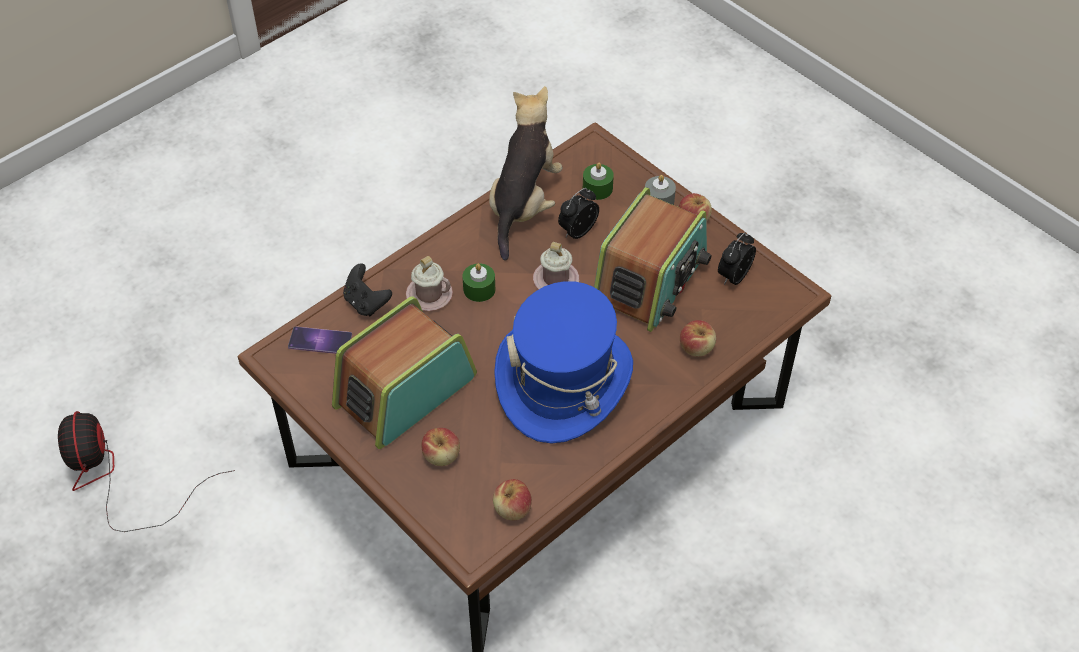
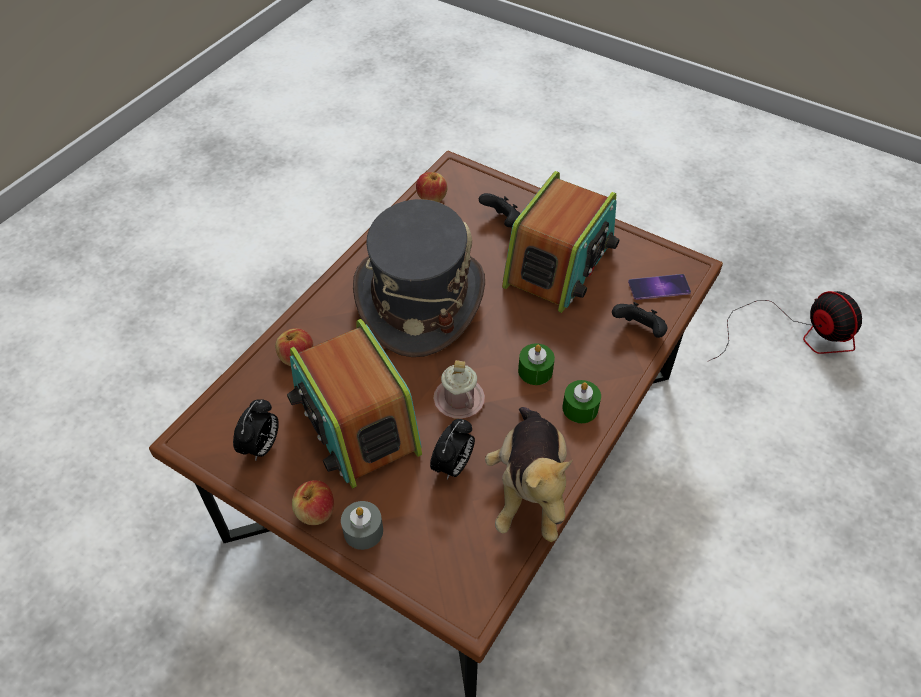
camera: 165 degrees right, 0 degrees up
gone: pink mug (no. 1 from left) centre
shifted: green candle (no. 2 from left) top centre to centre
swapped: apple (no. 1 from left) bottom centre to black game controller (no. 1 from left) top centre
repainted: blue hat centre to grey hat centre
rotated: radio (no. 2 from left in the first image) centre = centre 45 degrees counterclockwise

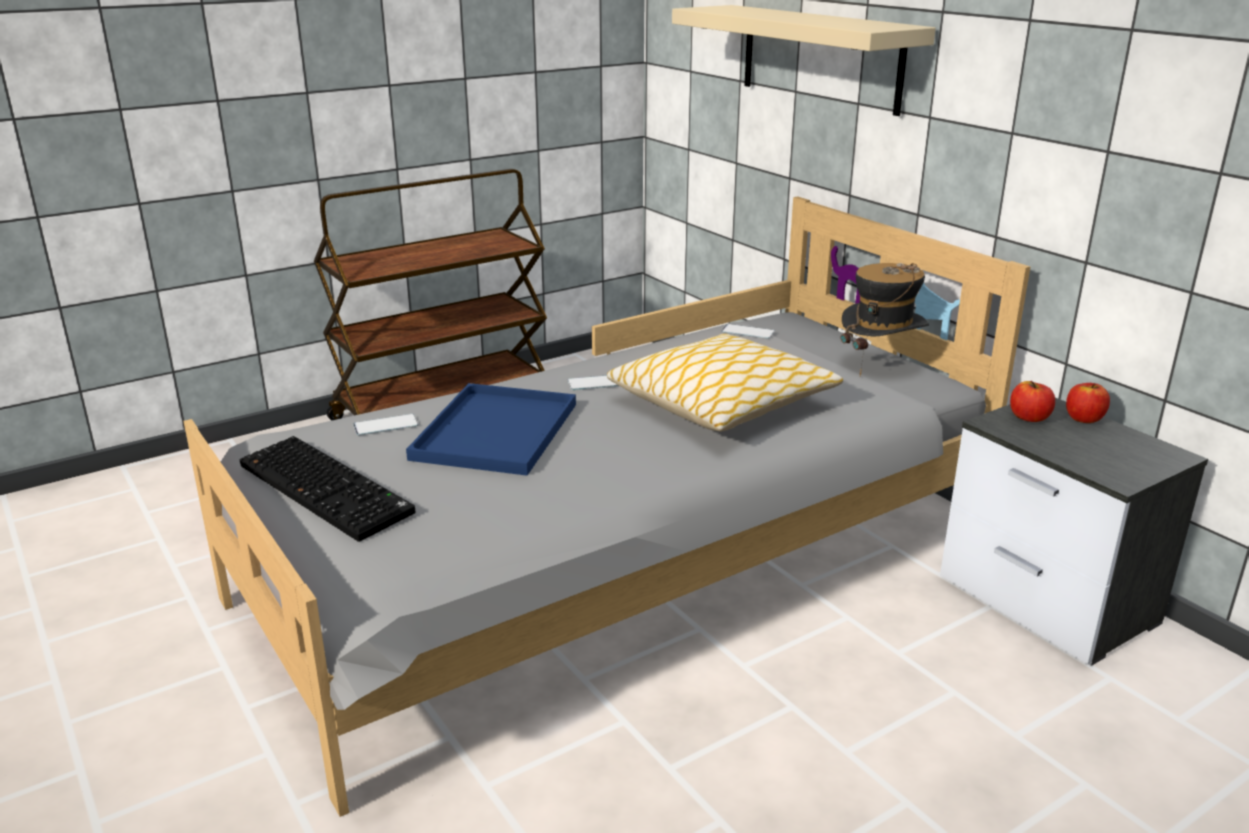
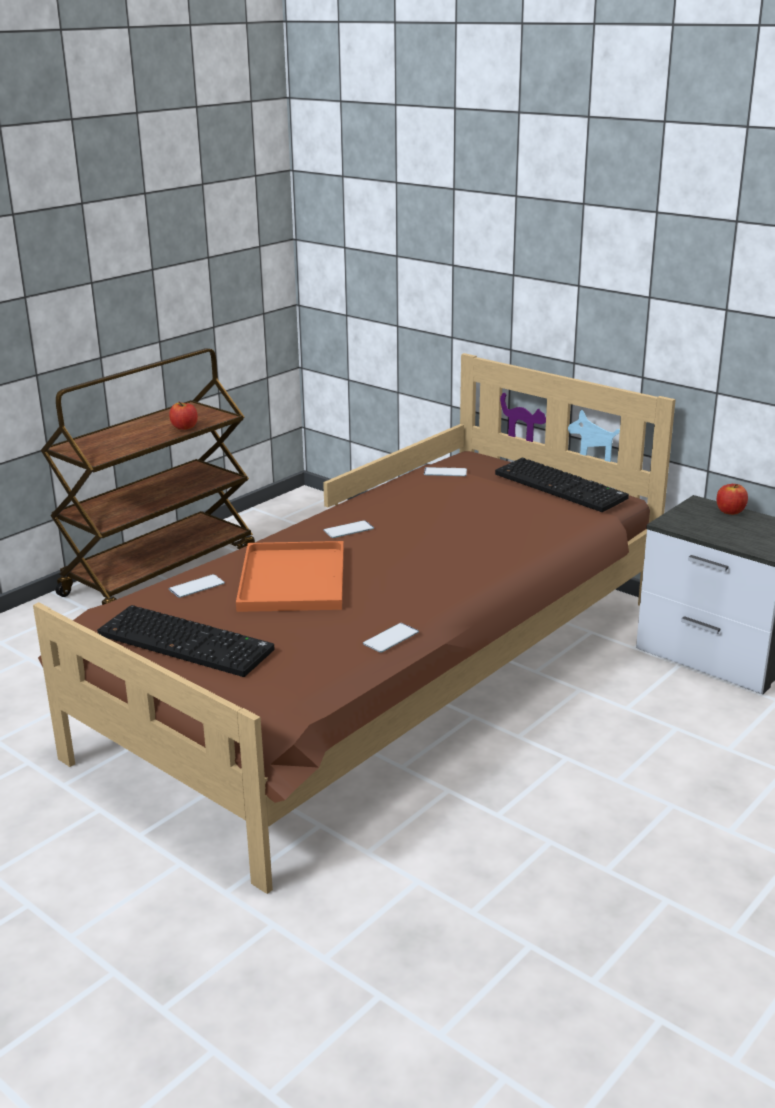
camera: 15 degrees left, 0 degrees up
gone: pillow centre; beige shelf top centre
new: phone (no. 3 from left) centre
shifted: apple (no. 1 from left) middle right to middle left
swapped: hat middle right to keyboard (no. 2 from left) middle right
repainted: grey bed centre to brown bed centre; blue tray centre to orange tray centre

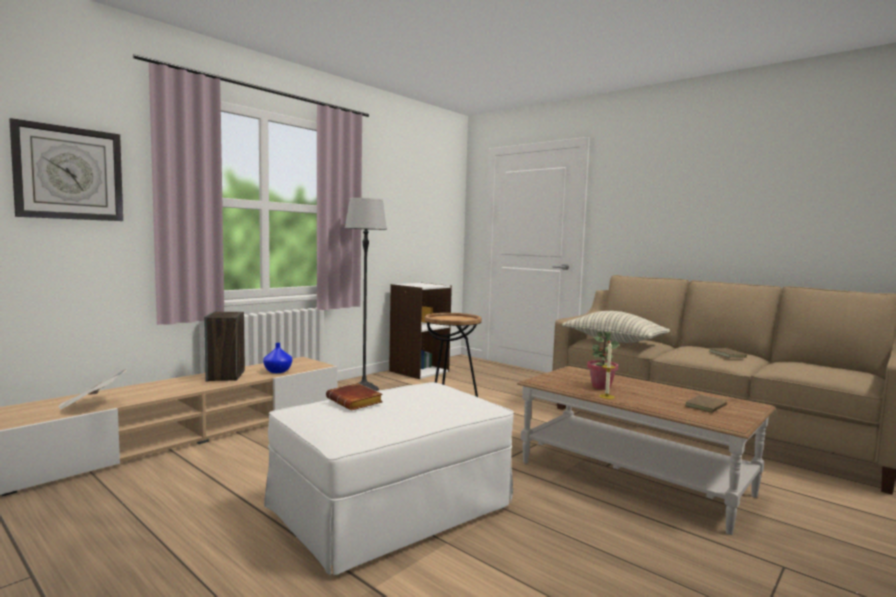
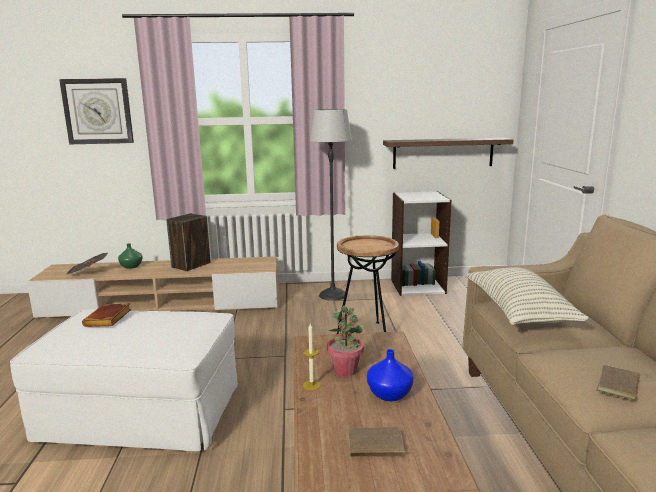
camera: 45 degrees right, 10 degrees up
new: green vase middle left; shelf top right
shifted: blue vase middle left to bottom centre

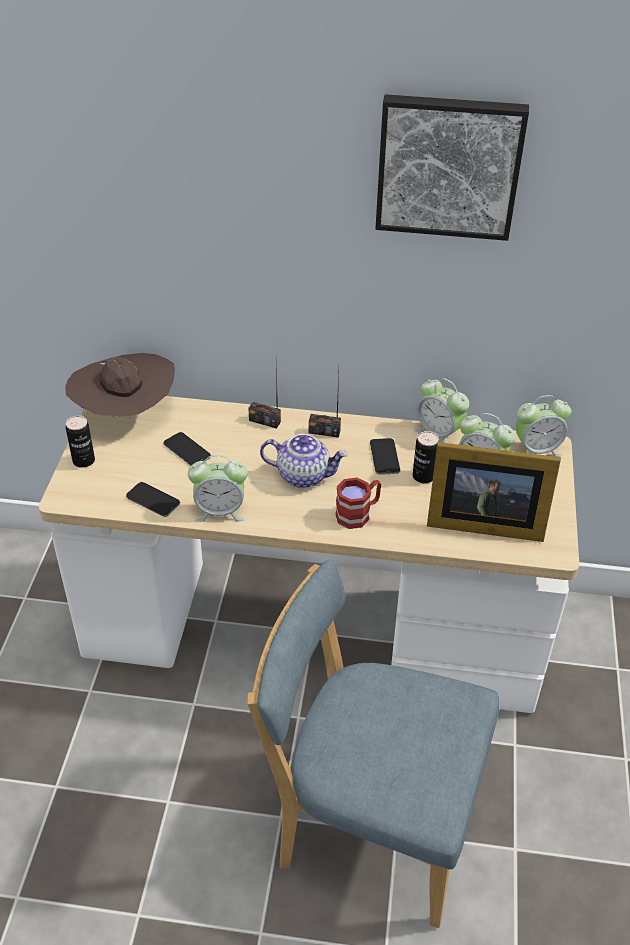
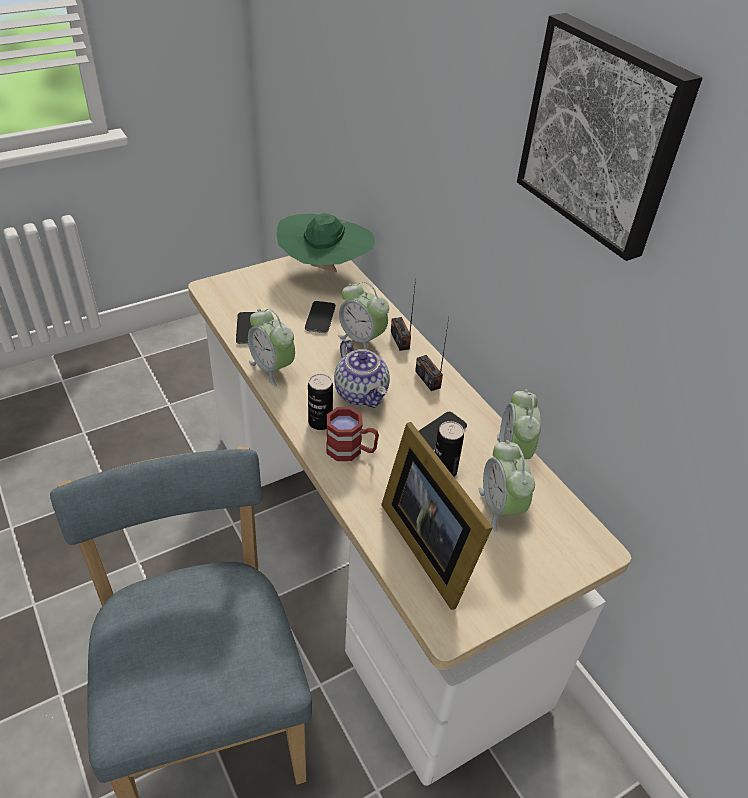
camera: 50 degrees right, 0 degrees up
shifted: can (no. 1 from left) middle left to centre; alarm clock (no. 4 from left in the first image) middle right to alarm clock (no. 2 from left) centre
repainted: brown hat middle left to green hat top centre

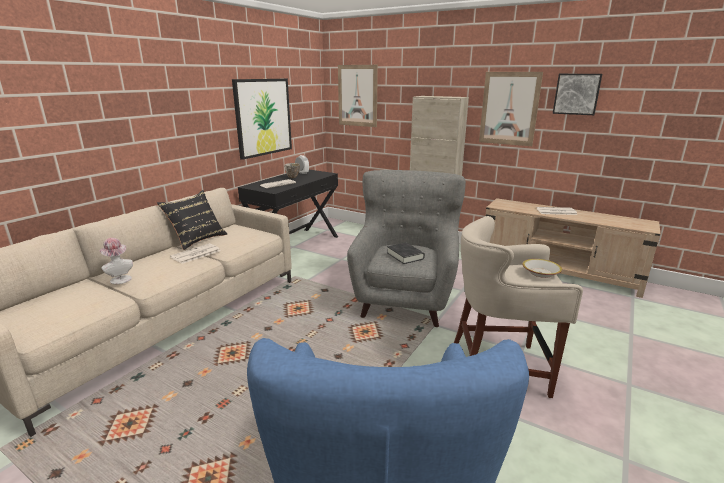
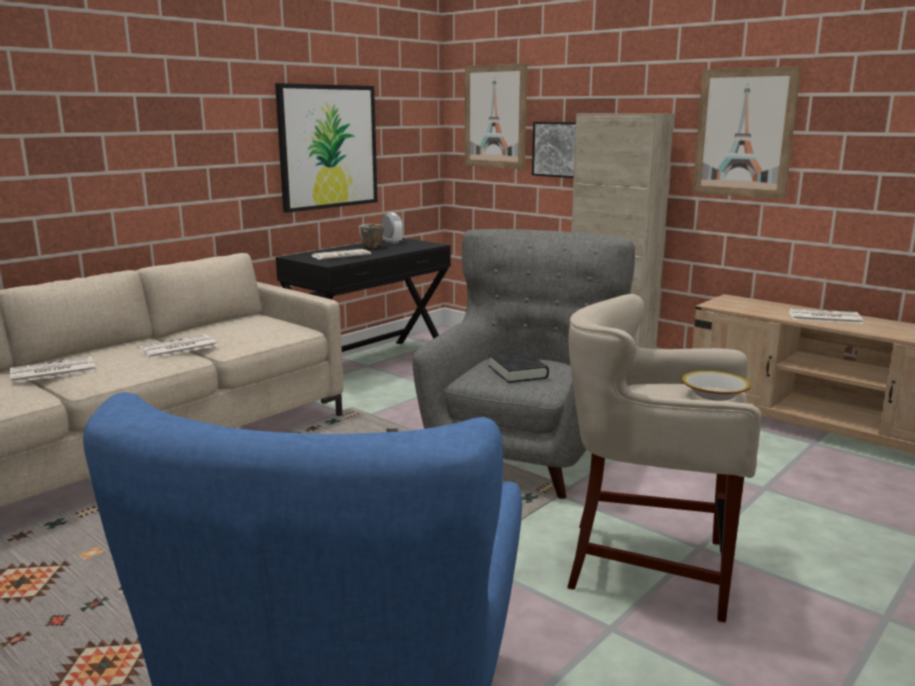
camera: 10 degrees right, 5 degrees down
gone: black pillow middle left
shifted: picture (no. 4 from left in the first image) top right to picture (no. 3 from left) top centre
swapped: hat middle left to newspaper (no. 1 from left) middle left

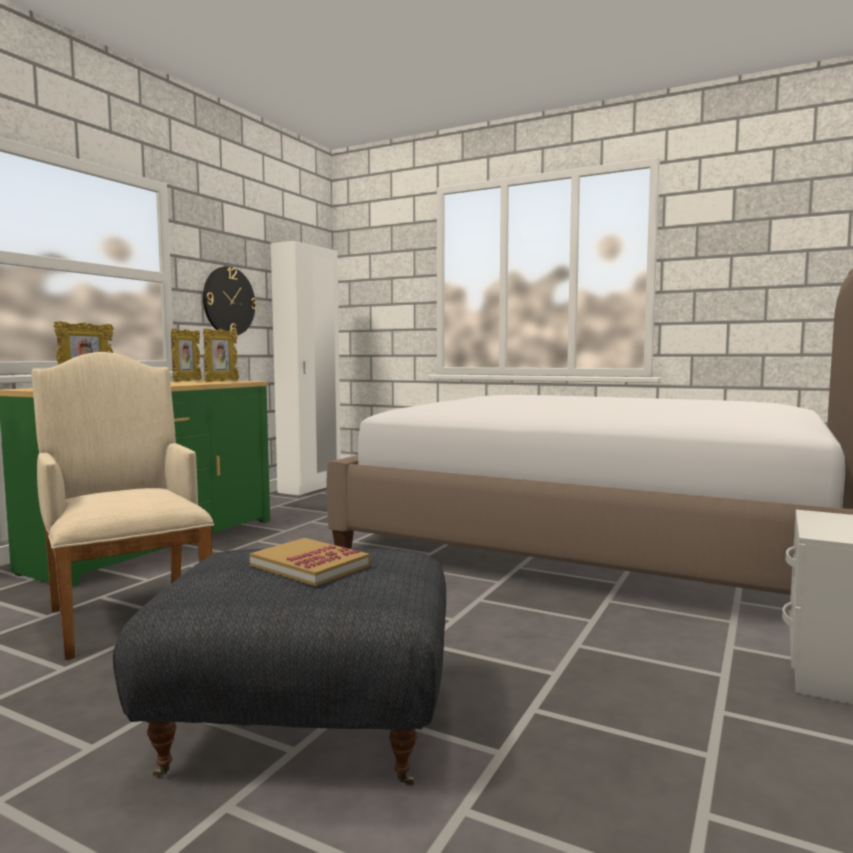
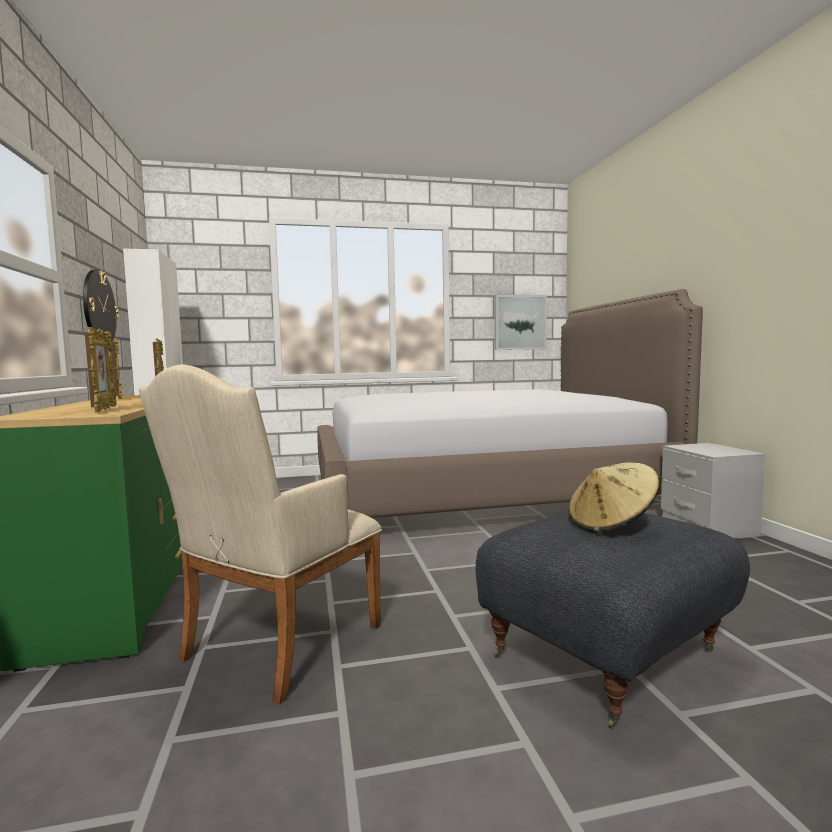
camera: 40 degrees left, 0 degrees up
new: picture centre
swapped: book centre to beige hat middle right
rotated: beige armchair middle left = middle left 75 degrees counterclockwise

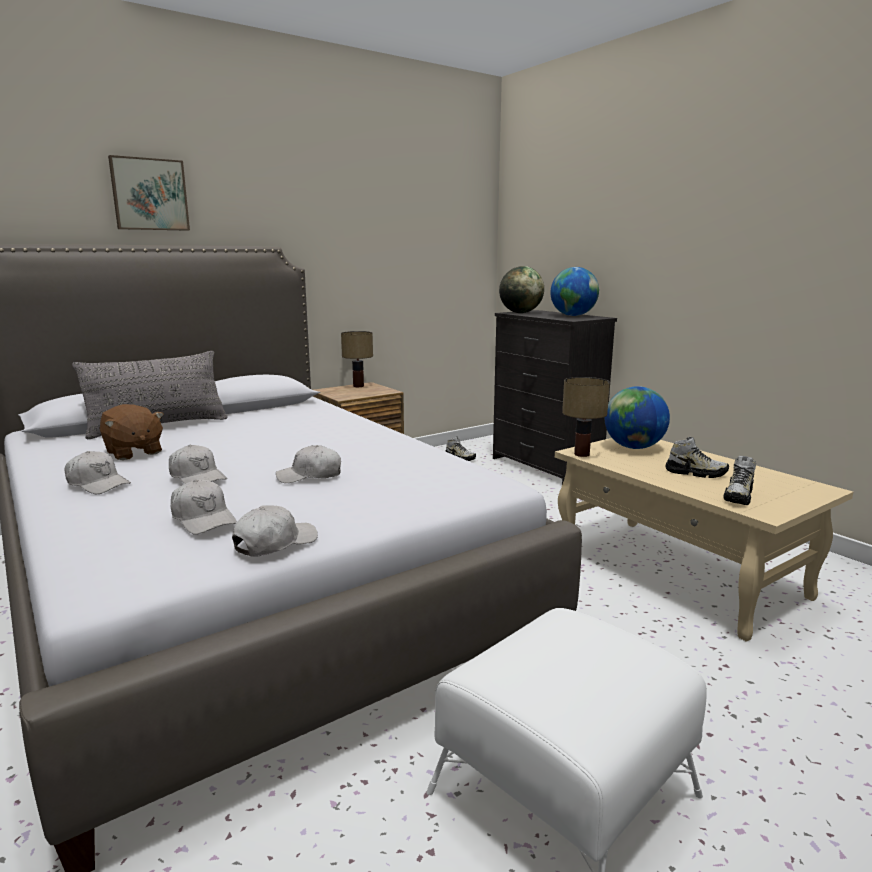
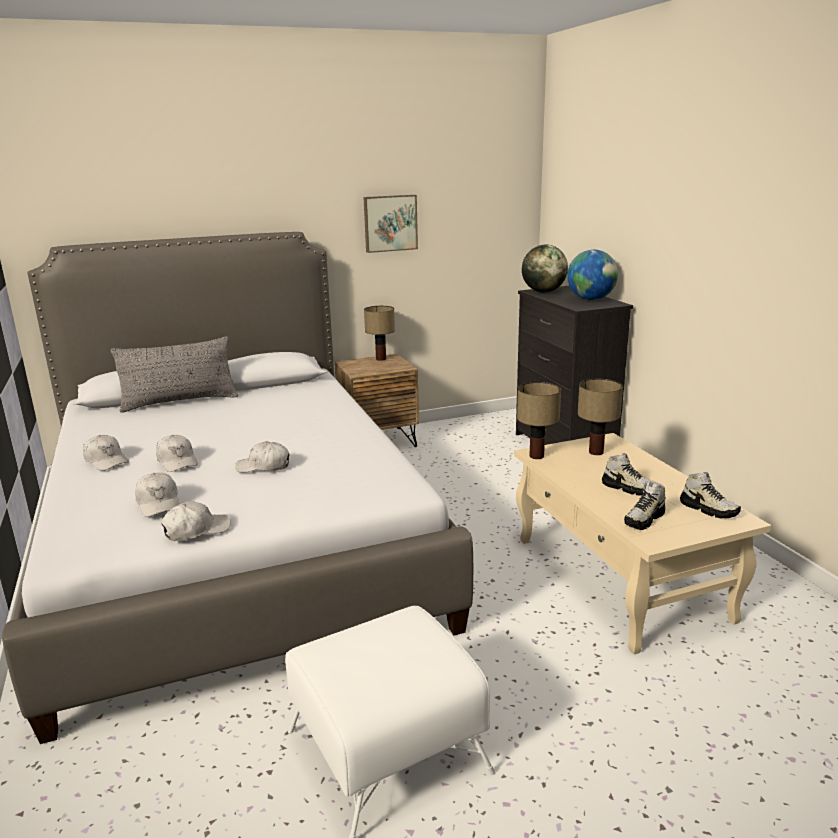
camera: 15 degrees right, 5 degrees up
gone: brown plush toy middle left
shifted: picture top left to top centre; shoe (no. 1 from left in the first image) centre to shoe (no. 3 from left) middle right
swapped: globe (no. 3 from left) middle right to table lamp (no. 3 from left) middle right

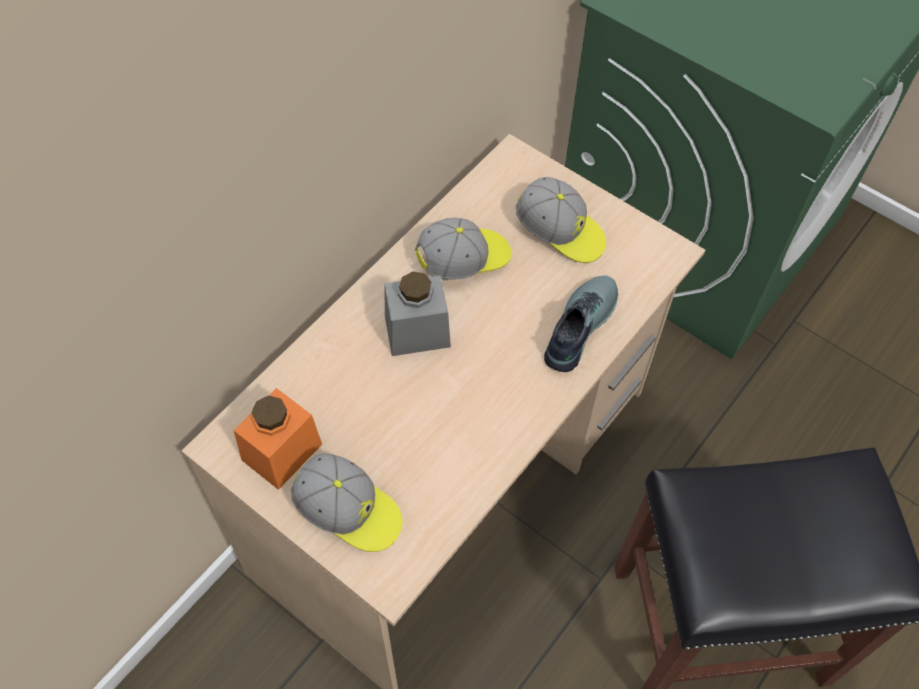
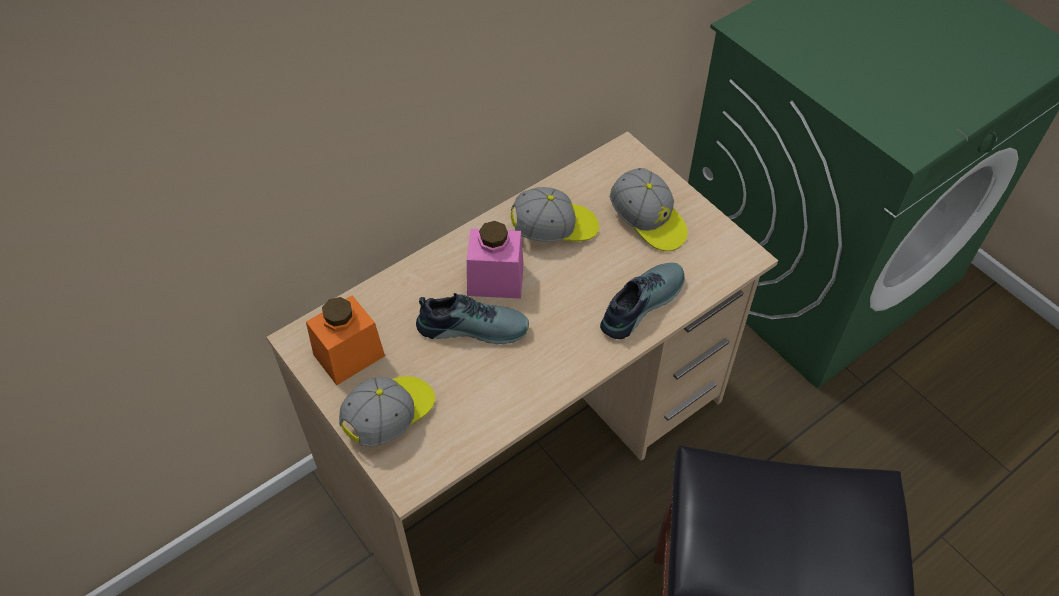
camera: 15 degrees right, 5 degrees down
new: shoe (no. 1 from left) centre
repainted: grey jar centre to pink jar centre
rotated: cap (no. 1 from left) bottom centre = bottom centre 90 degrees counterclockwise

